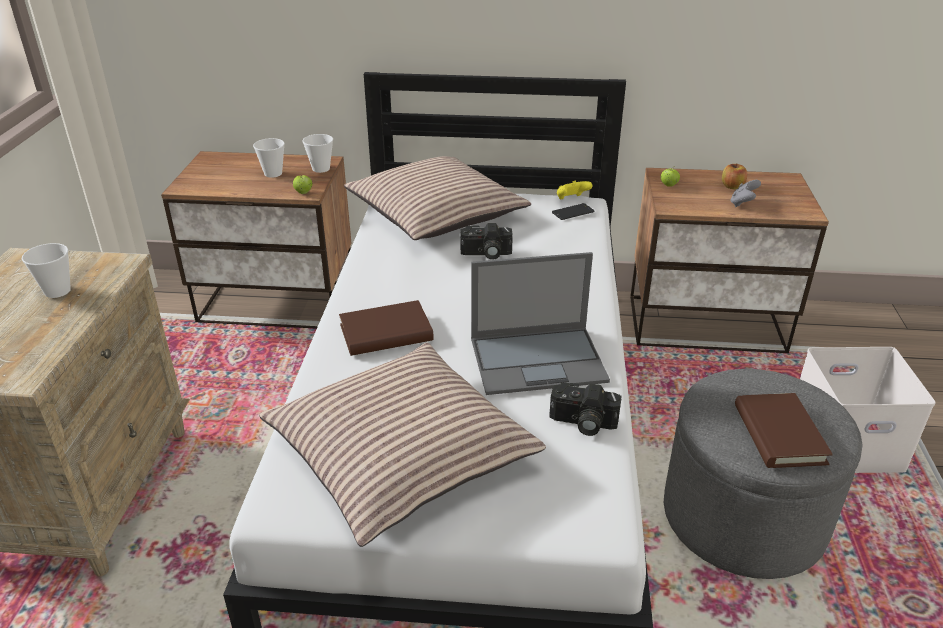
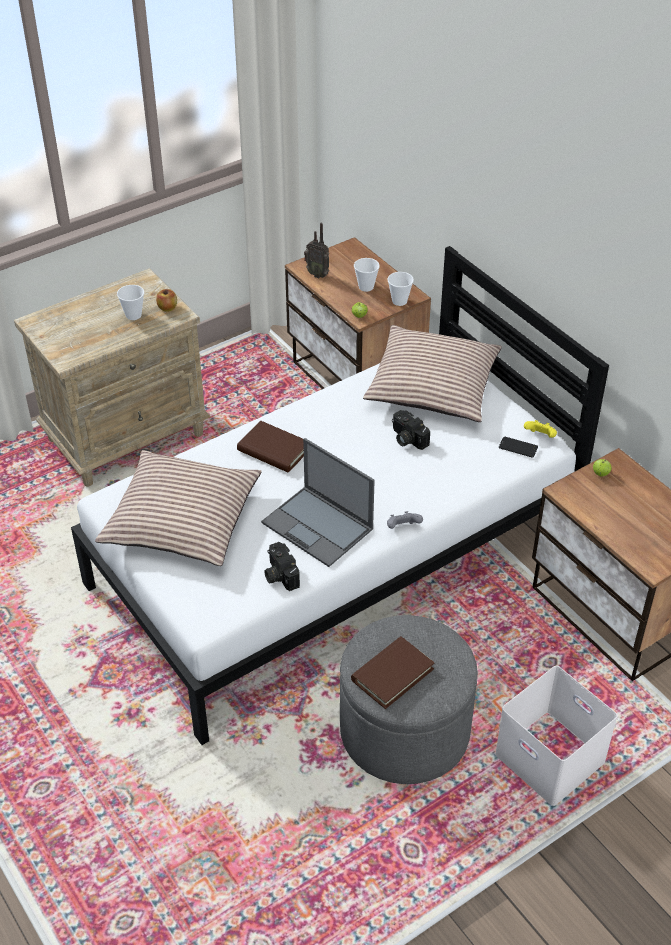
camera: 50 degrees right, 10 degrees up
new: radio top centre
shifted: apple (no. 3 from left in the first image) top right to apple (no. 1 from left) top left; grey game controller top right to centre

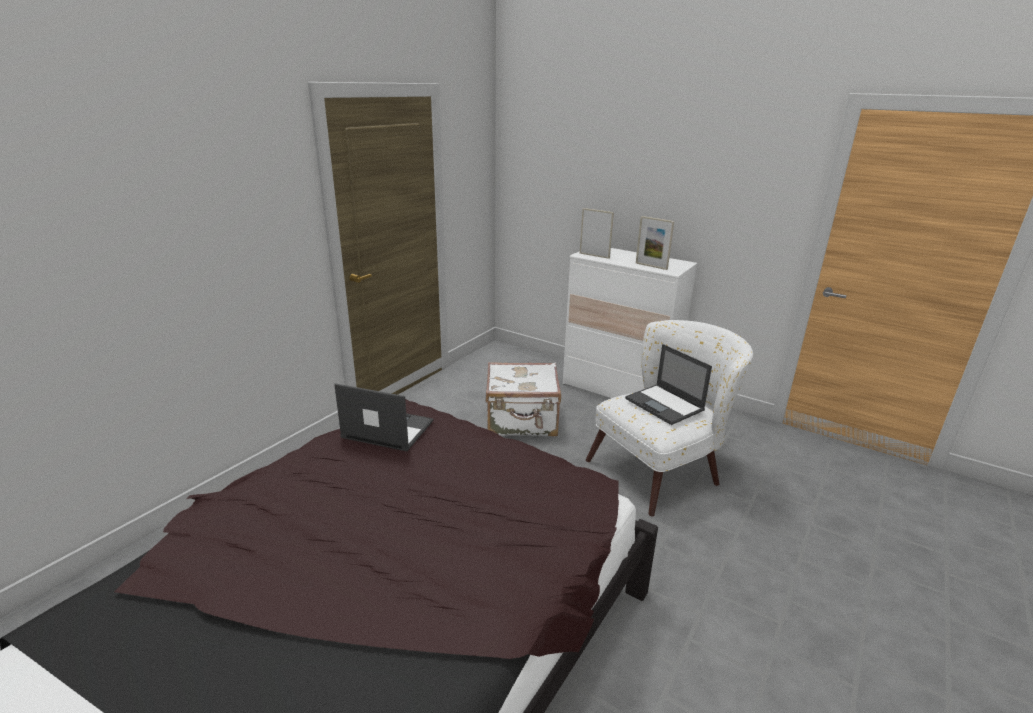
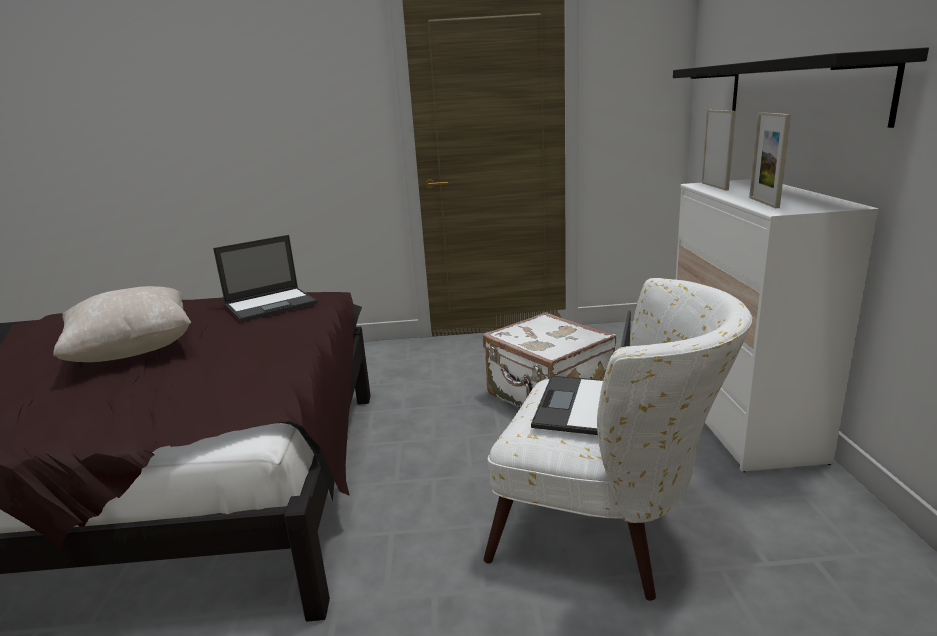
camera: 55 degrees right, 5 degrees down
new: beige pillow middle left; black shelf top right
rotated: laptop (no. 1 from left) centre = middle left 75 degrees clockwise

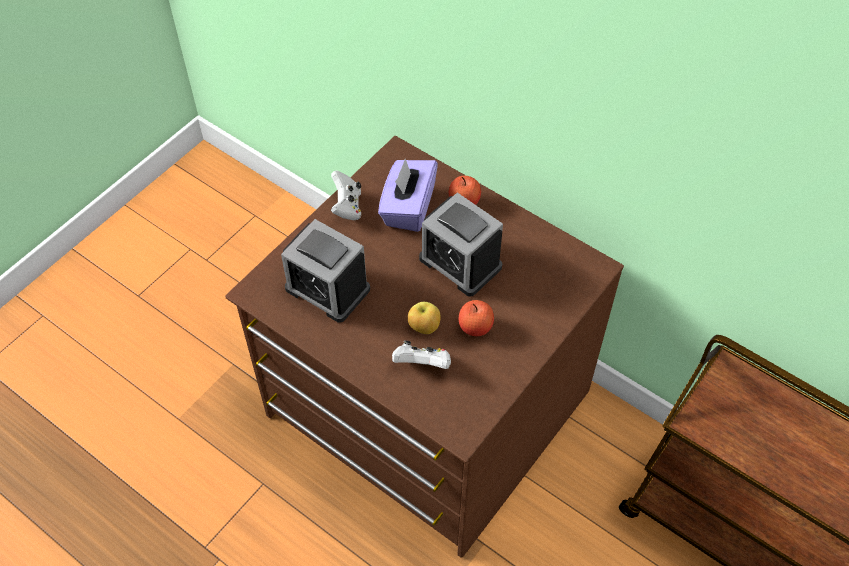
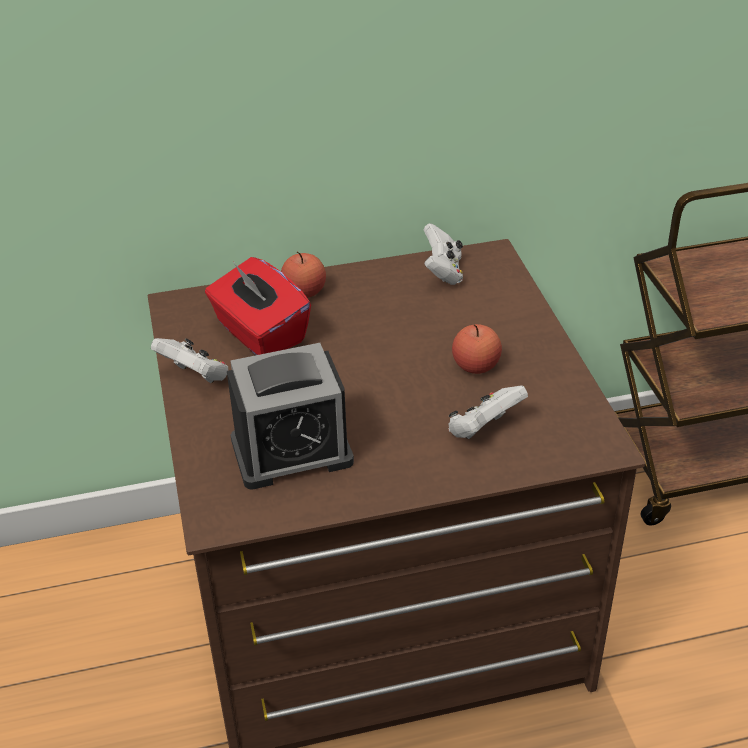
camera: 50 degrees left, 15 degrees down
gone: apple (no. 1 from left) centre; alarm clock (no. 2 from left) centre
new: white game controller (no. 2 from left) centre
repainted: purple tissue box centre to red tissue box centre

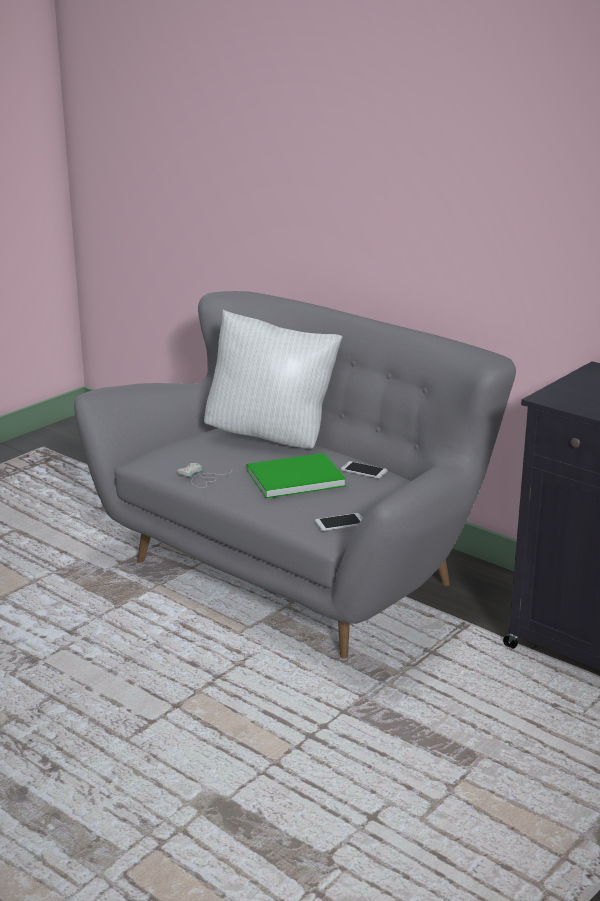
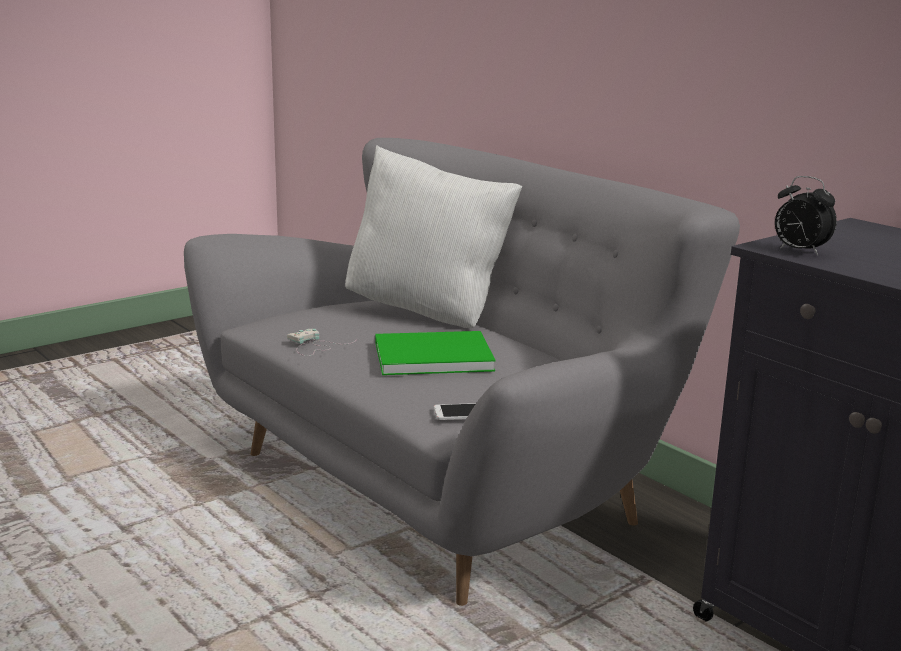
camera: 10 degrees right, 5 degrees down
gone: phone (no. 2 from left) centre
new: alarm clock top right

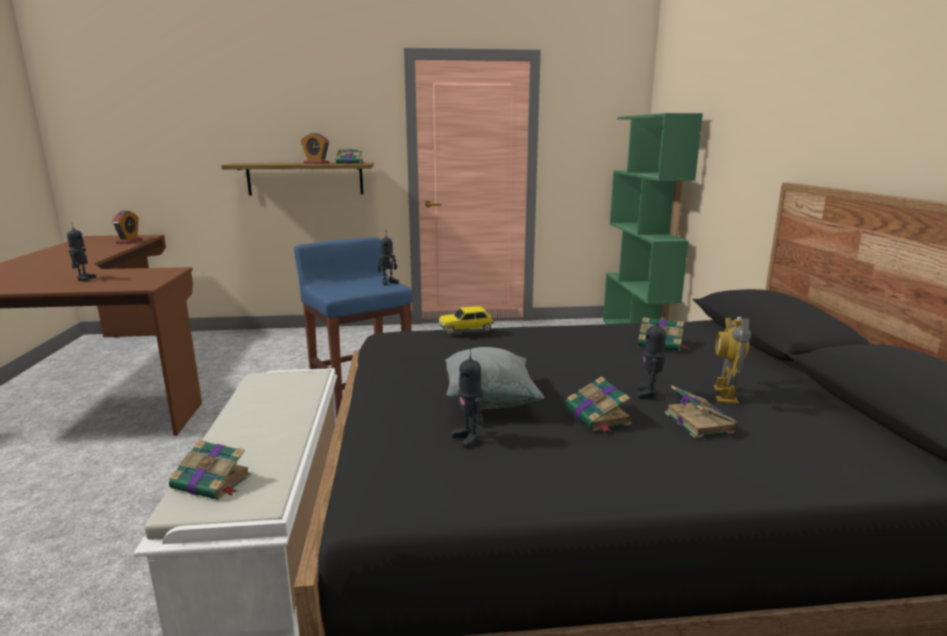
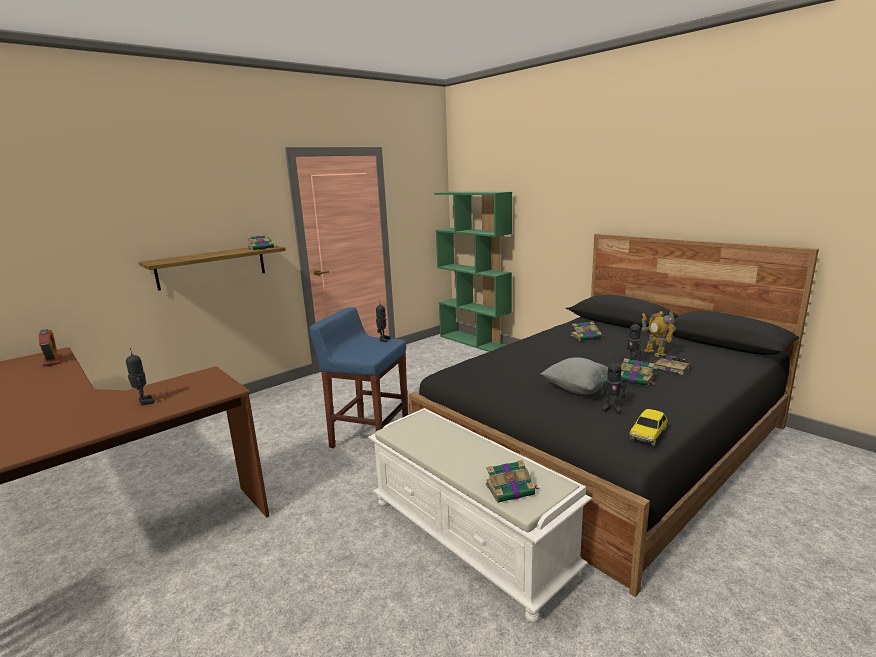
camera: 35 degrees left, 0 degrees up
gone: alarm clock (no. 2 from left) top left
shifted: toy car centre to middle right

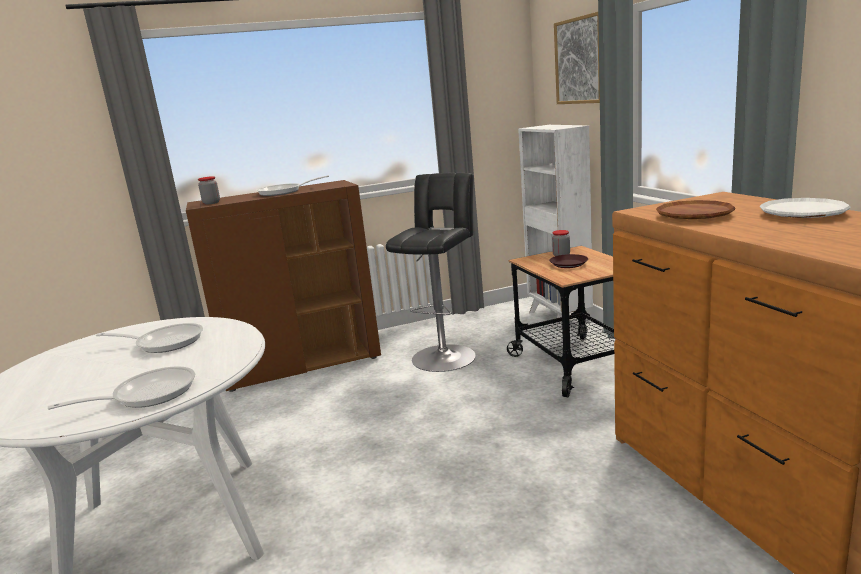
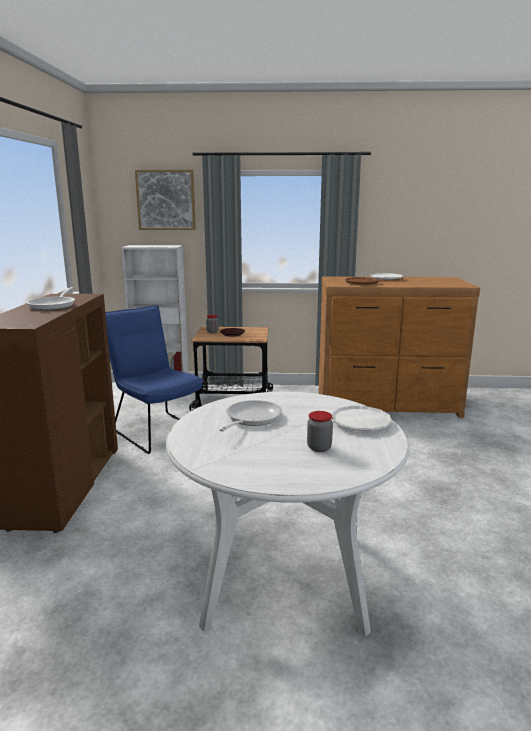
camera: 70 degrees left, 0 degrees up
shifted: jar (no. 1 from left in the first image) top left to jar (no. 2 from left) centre
swapped: frying pan (no. 1 from left) bottom left to white plate (no. 1 from left) middle right; black stool centre to blue chair middle left

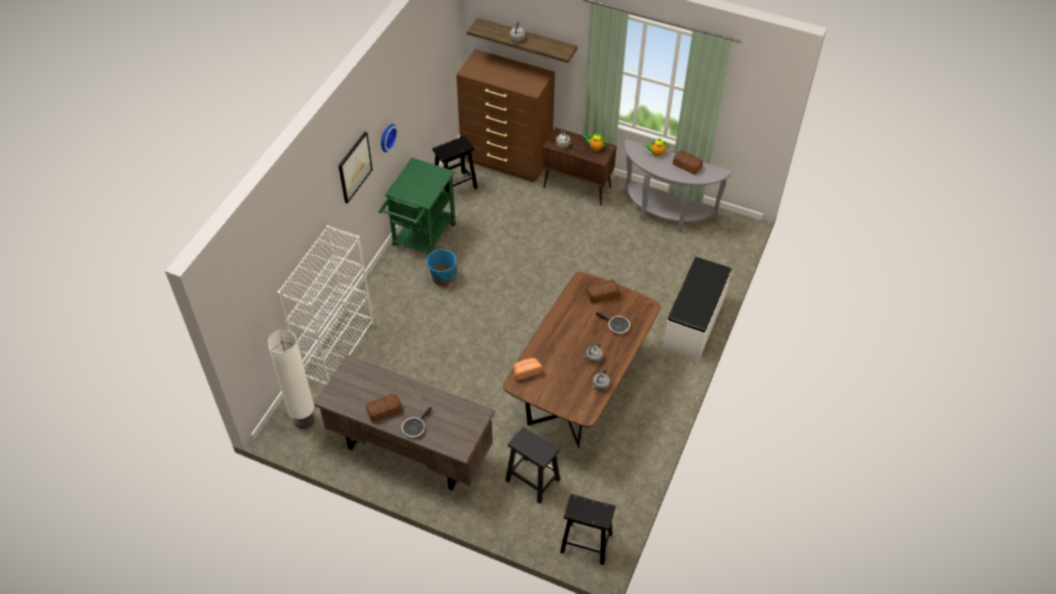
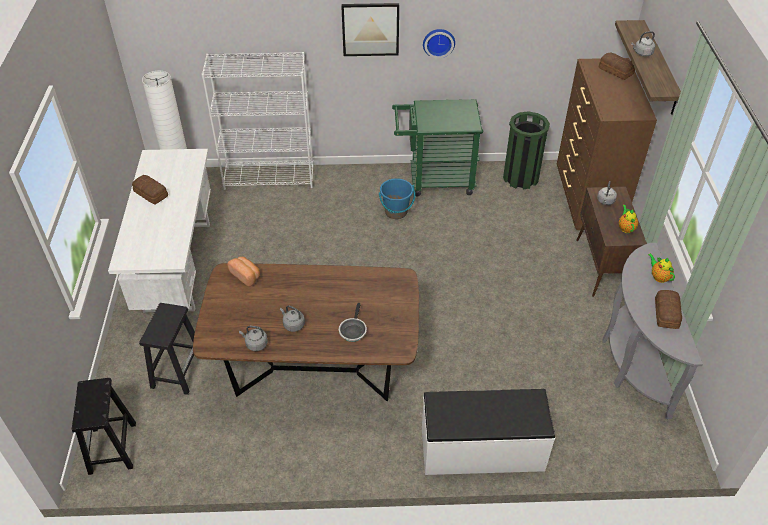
camera: 65 degrees right, 5 degrees down
gone: frying pan (no. 1 from left) bottom centre
shifted: bread (no. 3 from left) centre to top right
swapped: black stool (no. 1 from left) top centre to green trash can top right
repainted: brown desk bottom centre to white desk middle left

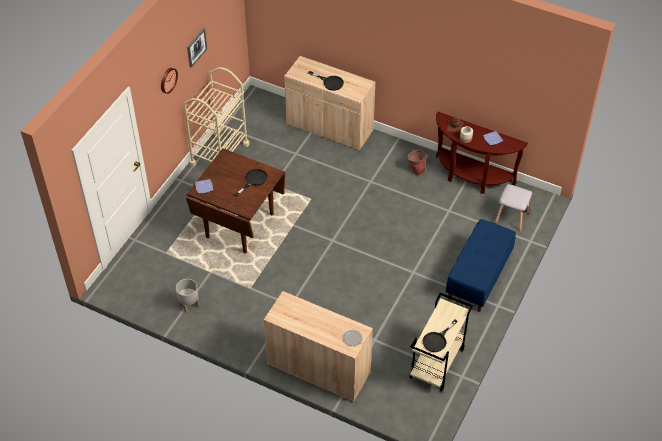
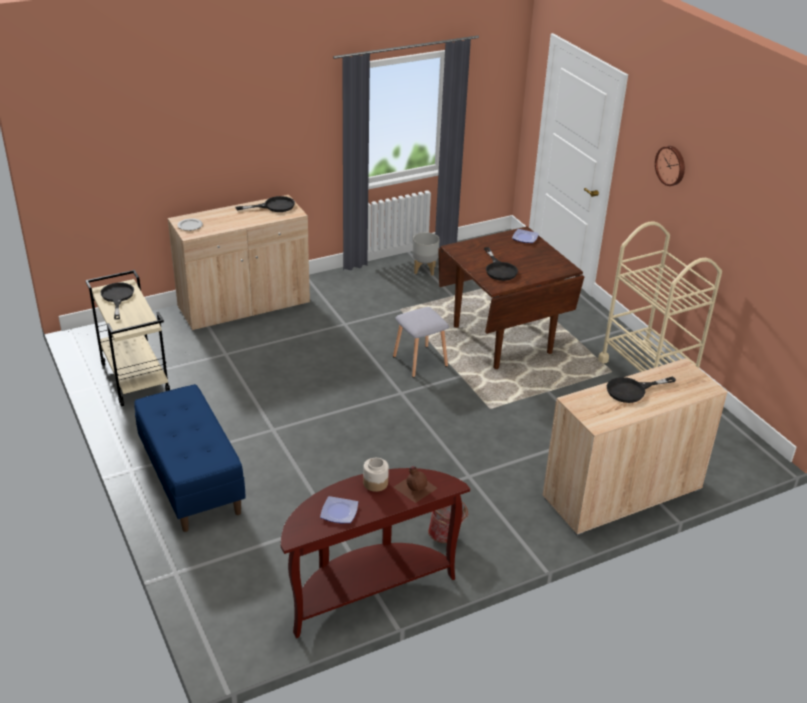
camera: 125 degrees right, 15 degrees down
gone: picture top left
new: black frying pan (no. 2 from left) top left
shifted: grey stool middle right to centre

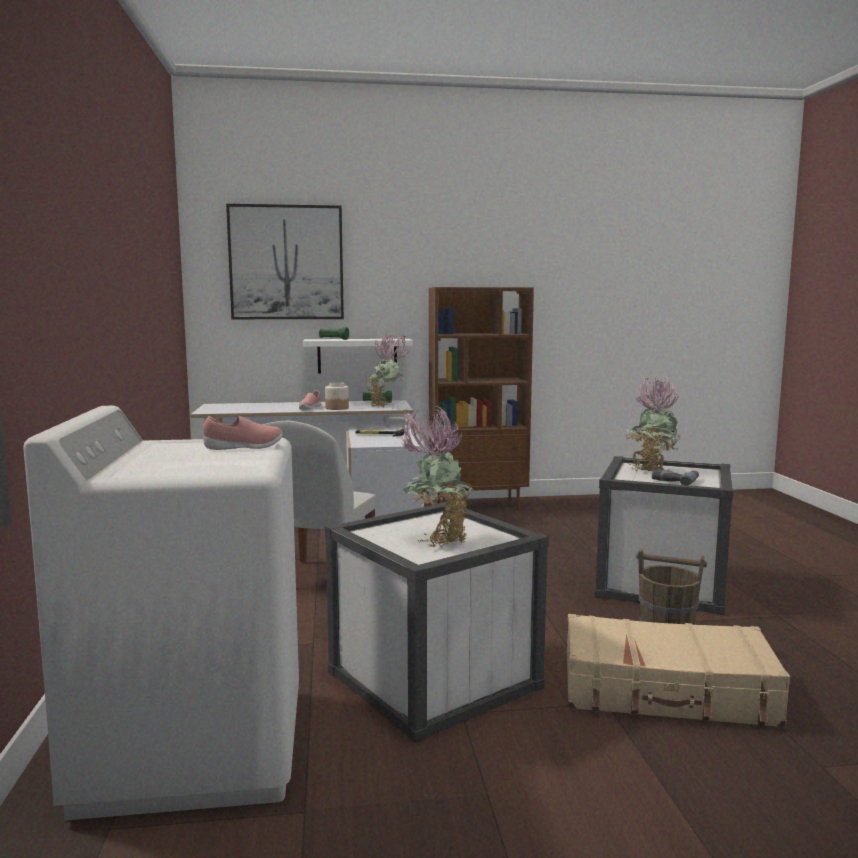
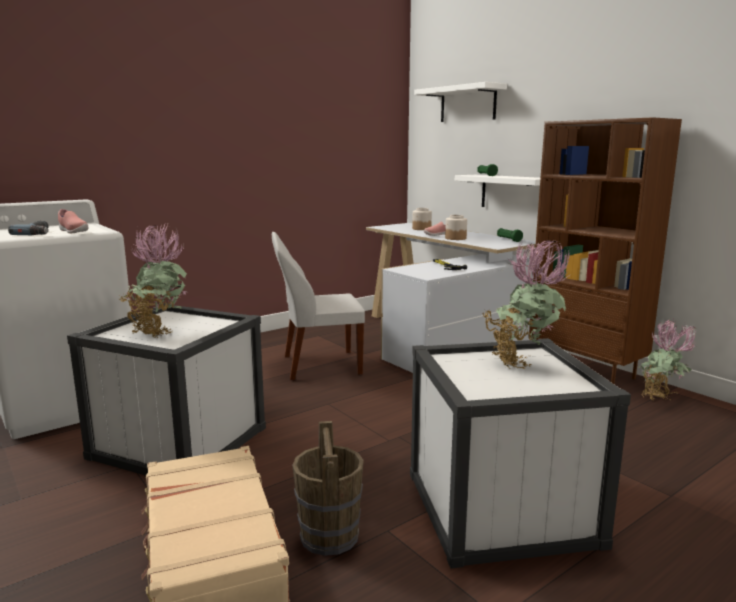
camera: 60 degrees right, 5 degrees up
new: jar (no. 1 from left) centre
shifted: potted plant (no. 1 from left in the first image) centre to potted plant (no. 3 from left) middle right; power drill middle right to middle left
swapped: picture top left to white shelf (no. 1 from left) top centre

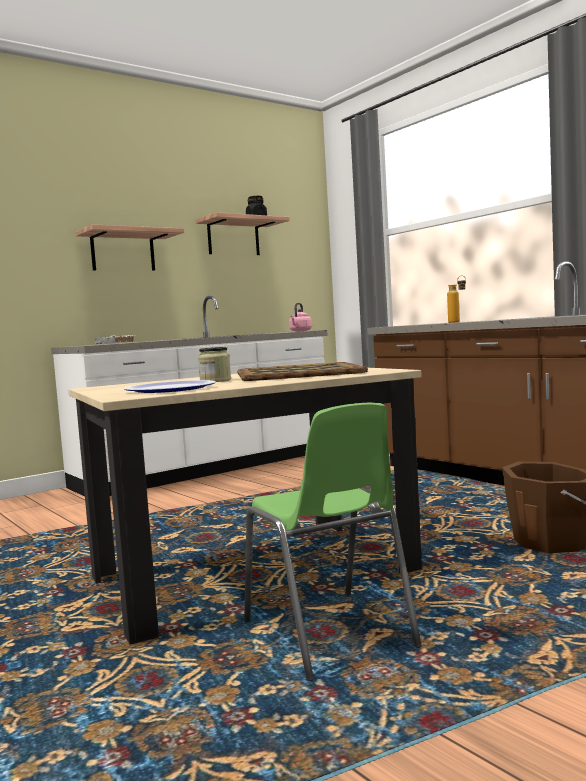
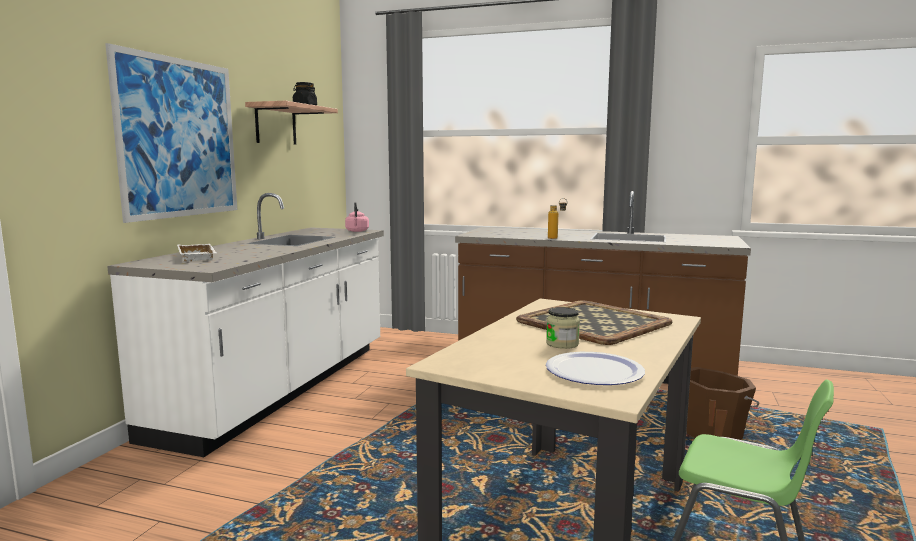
camera: 35 degrees left, 5 degrees up
swapped: shelf (no. 1 from left) top left to picture top left

